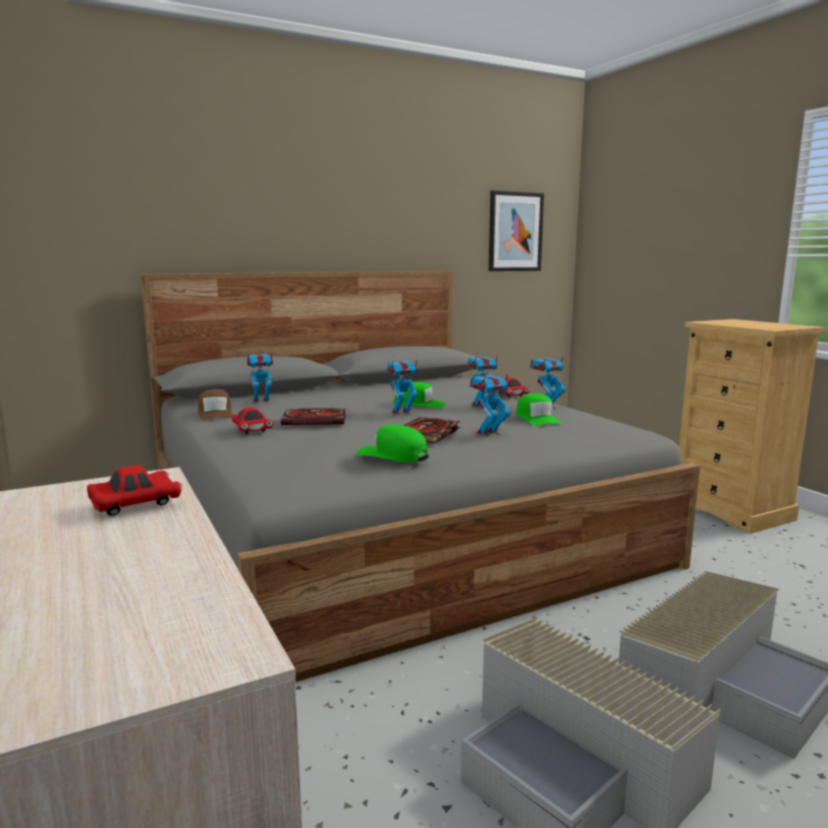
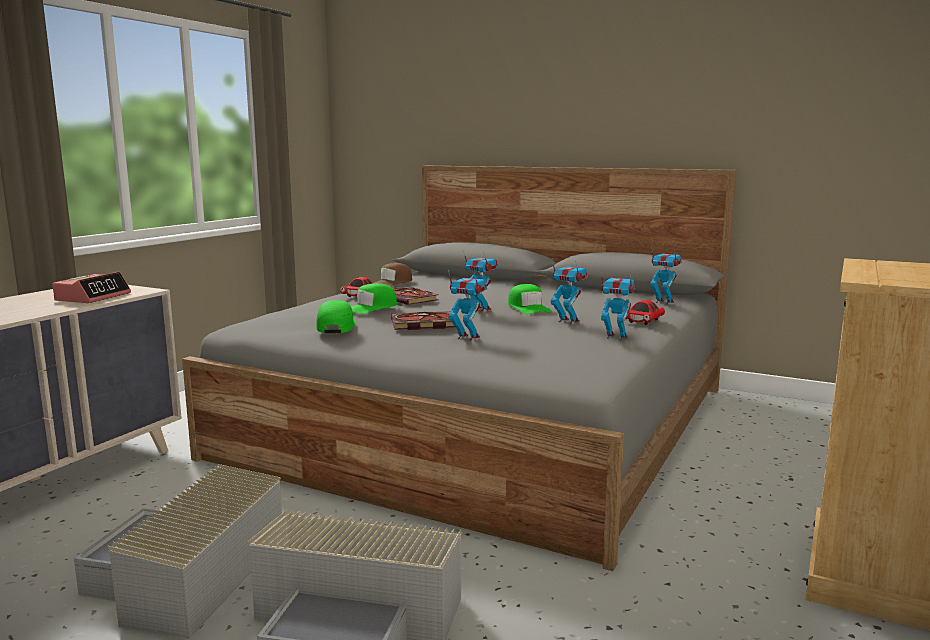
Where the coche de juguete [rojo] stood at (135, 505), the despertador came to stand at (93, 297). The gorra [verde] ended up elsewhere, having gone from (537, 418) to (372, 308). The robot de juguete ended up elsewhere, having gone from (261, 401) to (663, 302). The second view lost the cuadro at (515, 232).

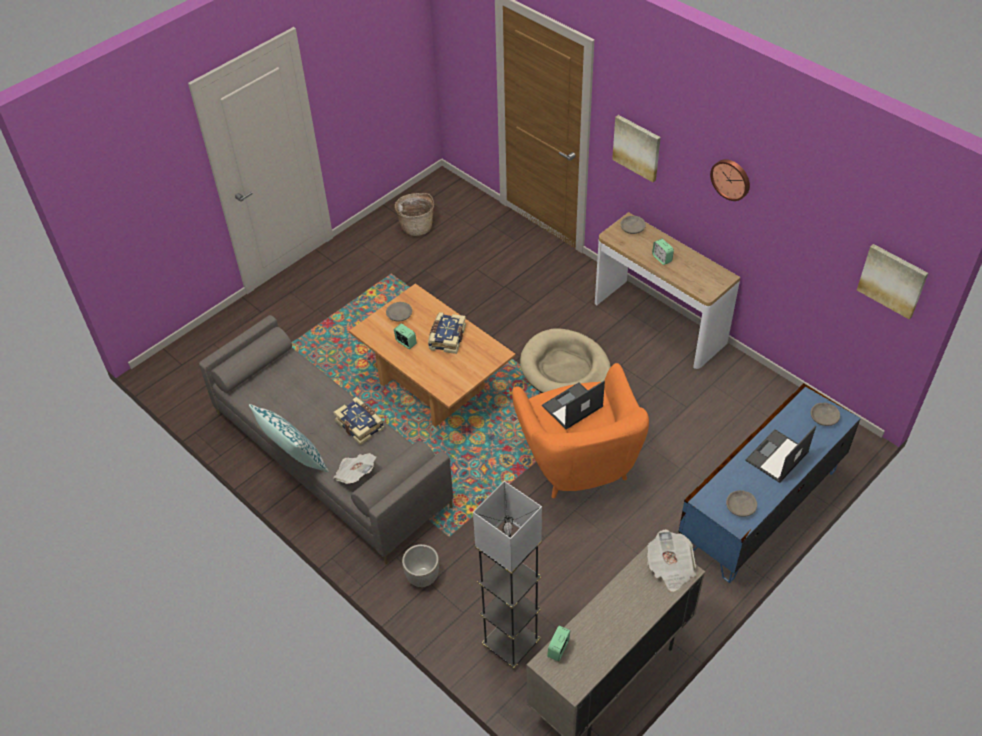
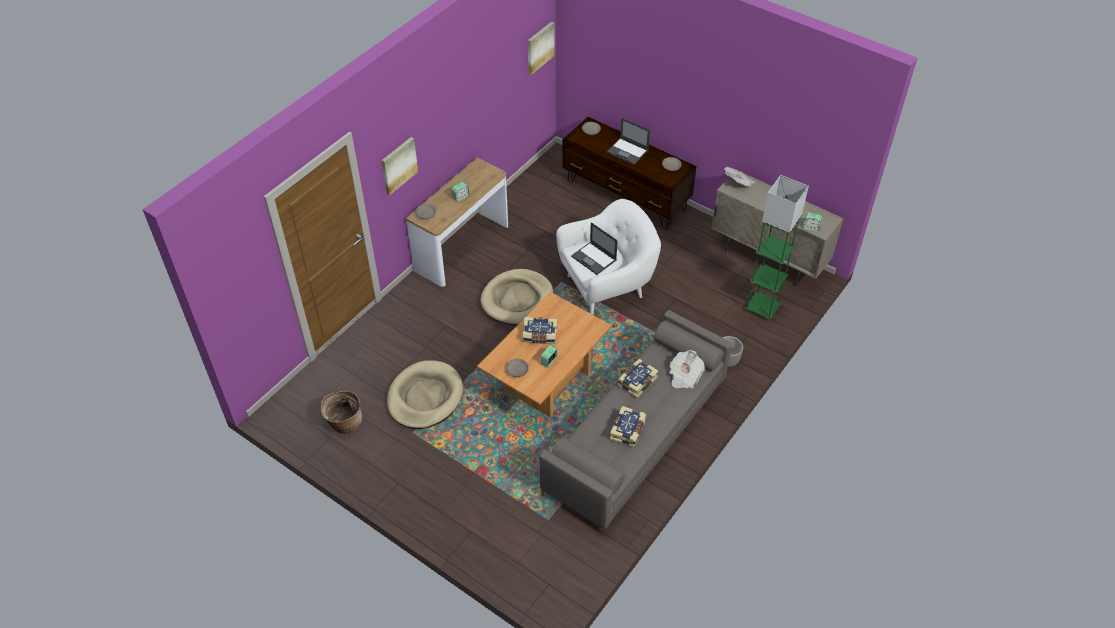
The second view gained the cama para perro [beis] at (425, 397). What was the sillón [naranja] at (578, 462) turned into the sillón [blanco] at (607, 285). What was the mueble de televisión [azul] at (760, 508) turned into the mueble de televisión [marrón] at (626, 195). The second view gained the libro at (628, 430). What was the lámpara de pie [gris] at (511, 644) turned into the lámpara de pie [verde] at (762, 308). The second view lost the cojín at (294, 459). The second view lost the reloj de pared at (731, 179).

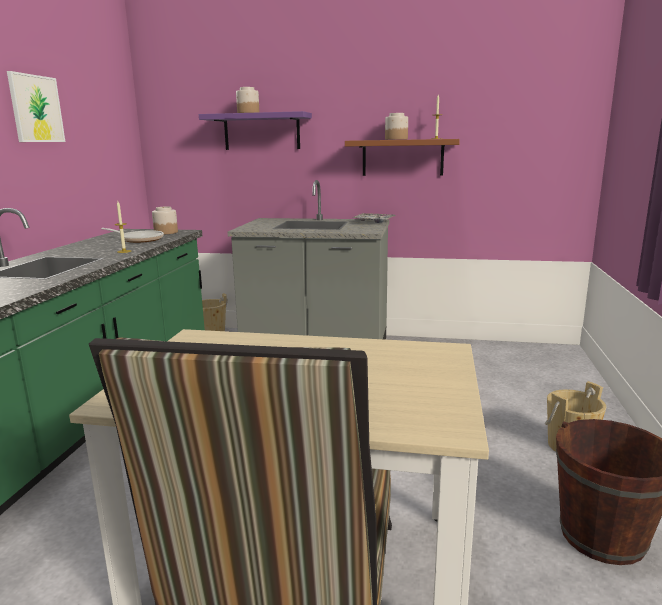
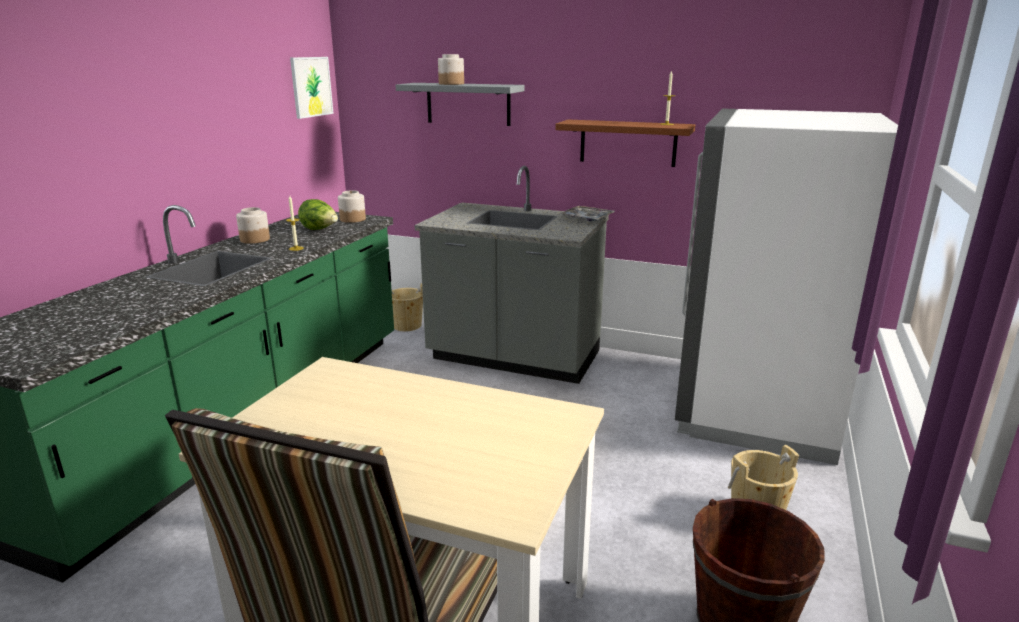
The tarro ended up elsewhere, having gone from (396, 139) to (254, 239). The cuadro ended up elsewhere, having gone from (36, 109) to (311, 87). Where the sartén stood at (139, 239), the lechuga came to stand at (320, 230). What was the estante [morado] at (261, 132) turned into the estante [gris] at (468, 104). The second view gained the nevera [blanco] at (754, 407).

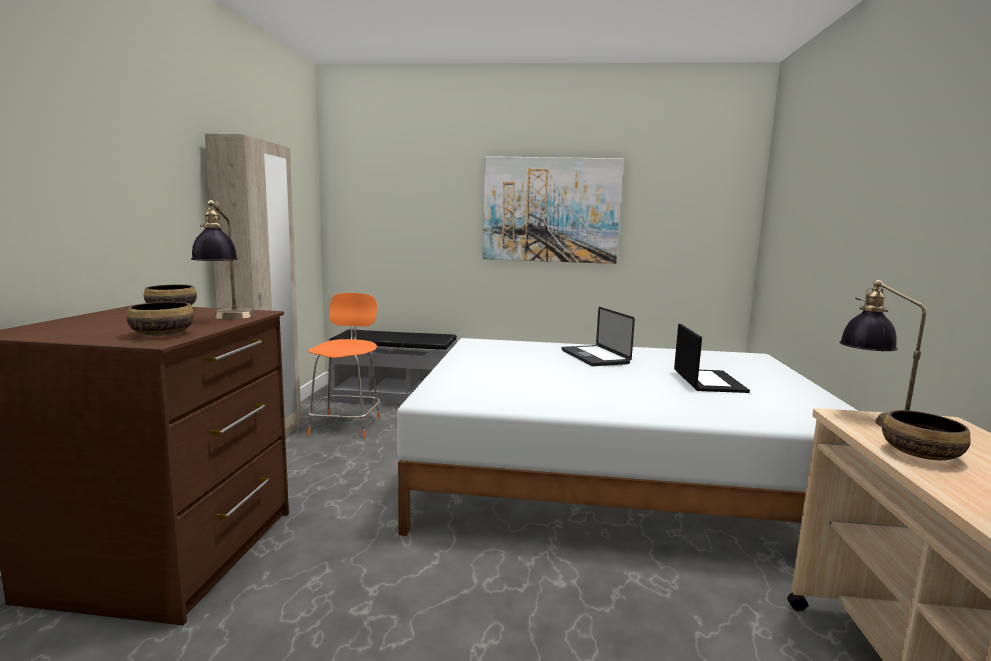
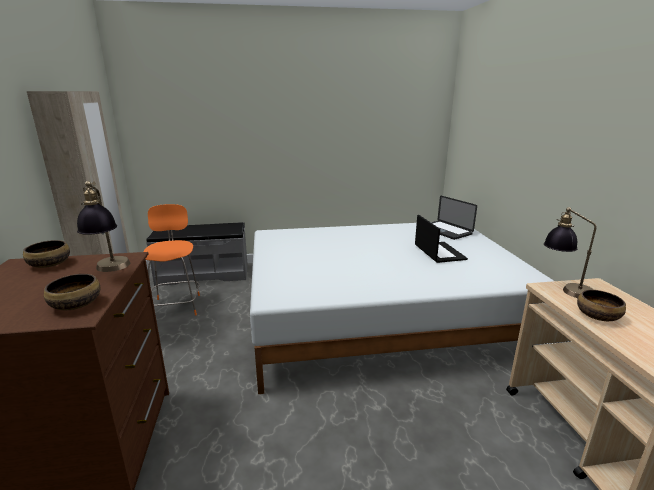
The portátil ended up elsewhere, having gone from (594, 357) to (445, 231). The second view lost the cuadro at (550, 210).

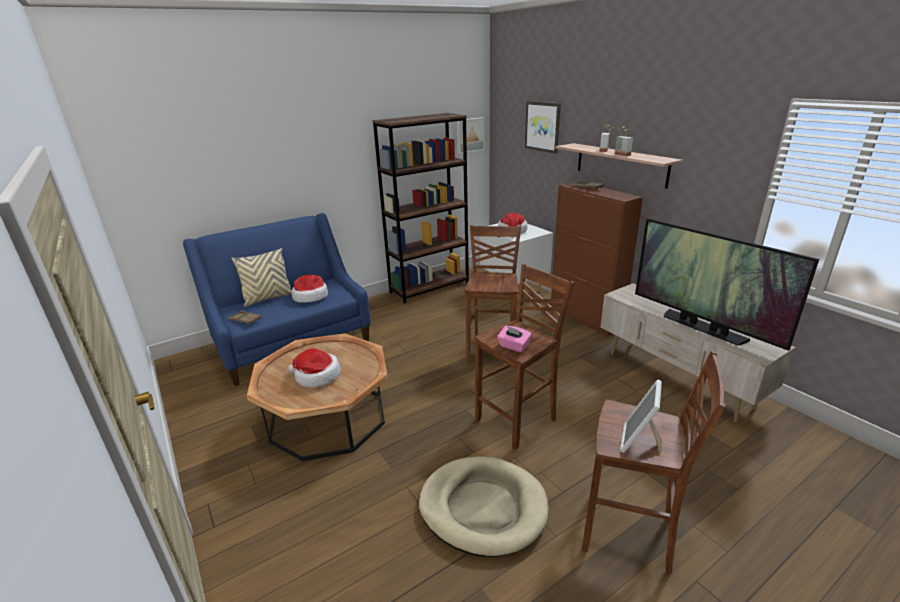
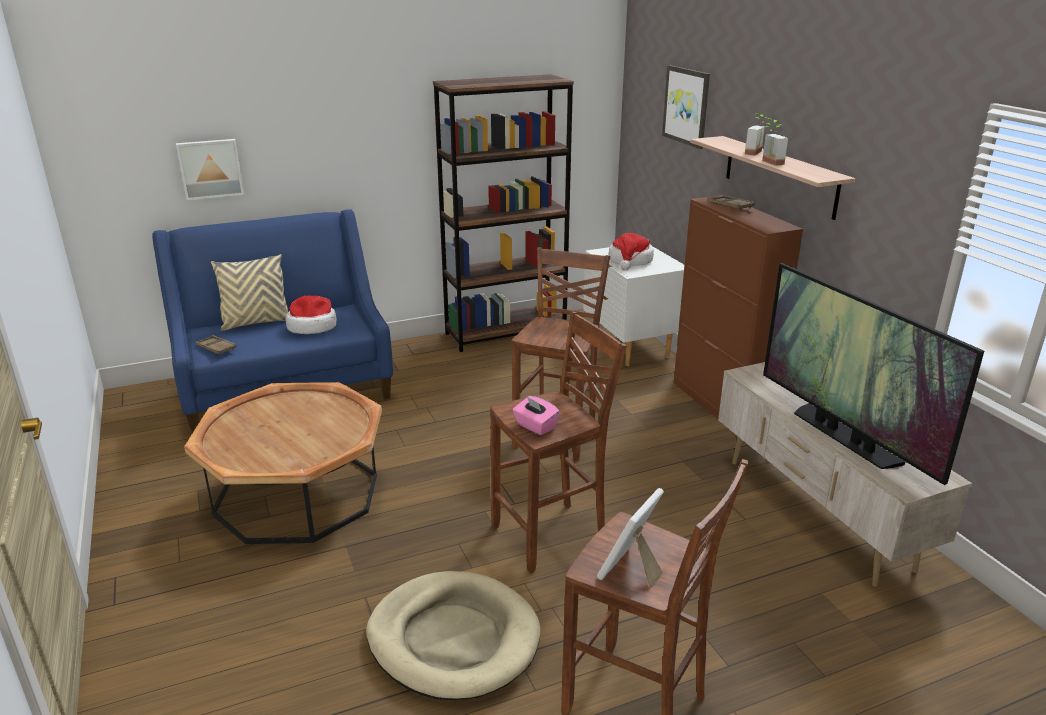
The cuadro ended up elsewhere, having gone from (470, 135) to (210, 168). The second view lost the sombrero at (316, 376).

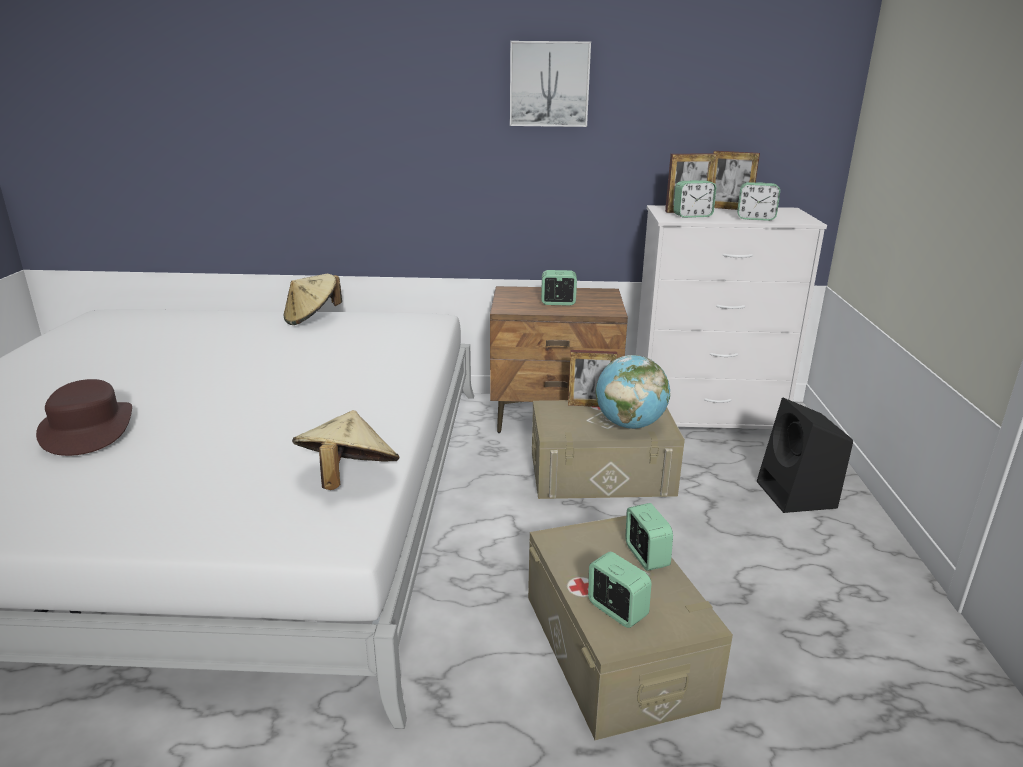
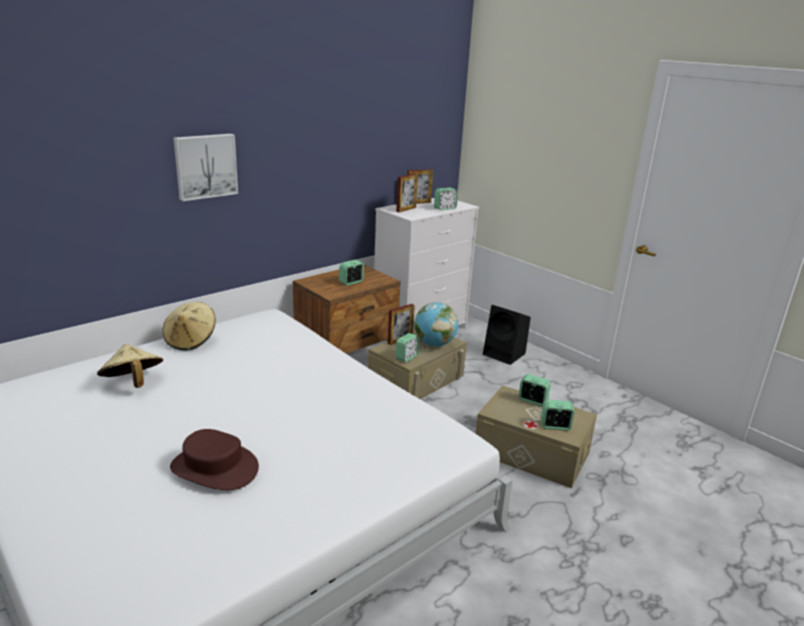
The sombrero [beis] ended up elsewhere, having gone from (348, 479) to (133, 383). The cuadro ended up elsewhere, having gone from (549, 84) to (205, 166). The despertador ended up elsewhere, having gone from (692, 216) to (406, 357).

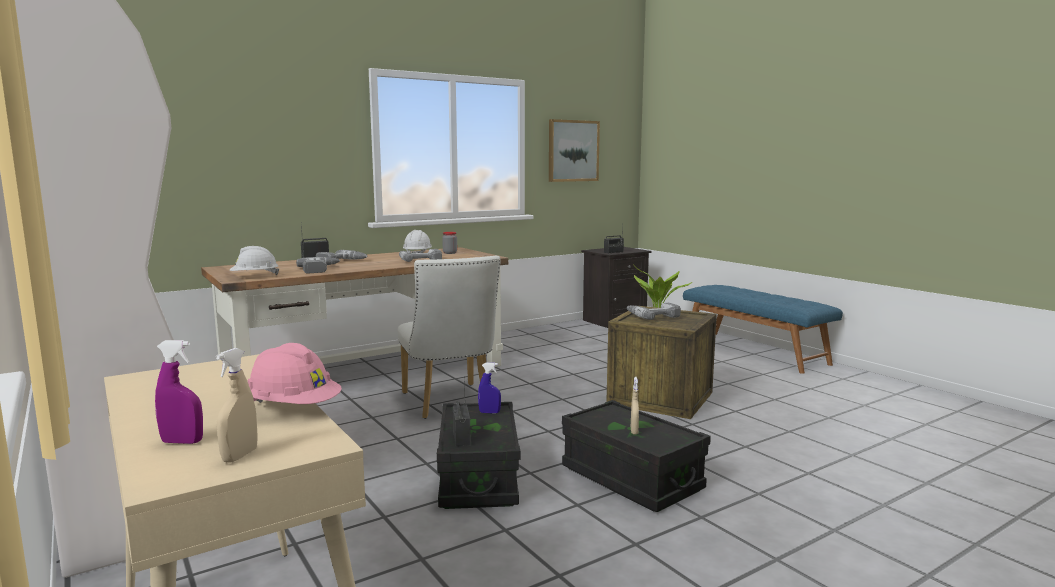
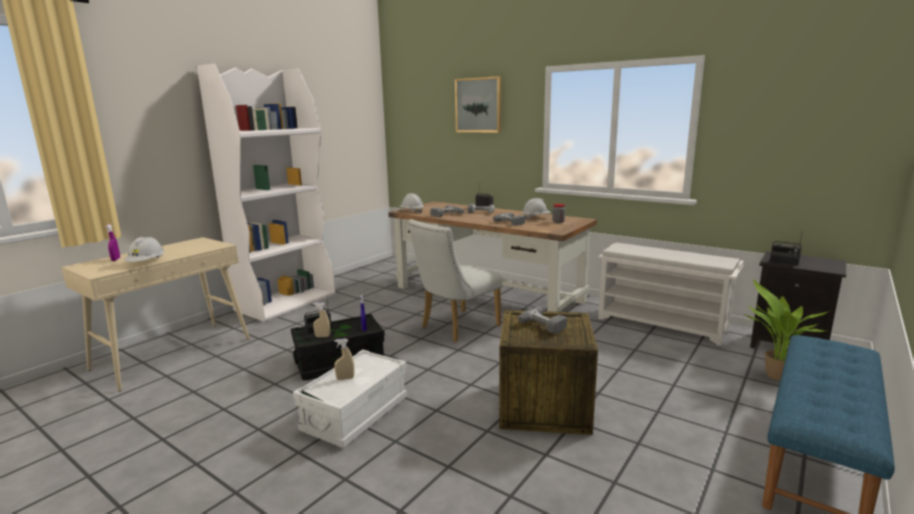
What was the casco [rosa] at (294, 408) turned into the casco [blanco] at (147, 263). What was the caja de almacenaje [negro] at (631, 478) turned into the caja de almacenaje [blanco] at (355, 414). The pulverizador [beis] ended up elsewhere, having gone from (240, 456) to (322, 336). The cuadro ended up elsewhere, having gone from (573, 151) to (478, 105). The second view gained the zapatero [blanco] at (662, 324).

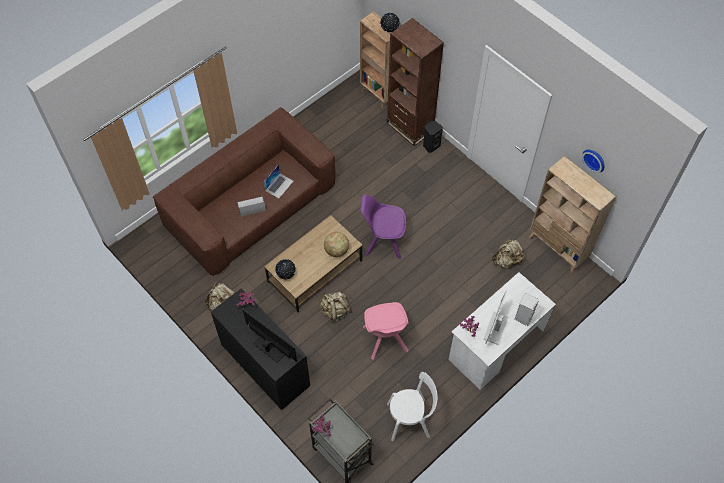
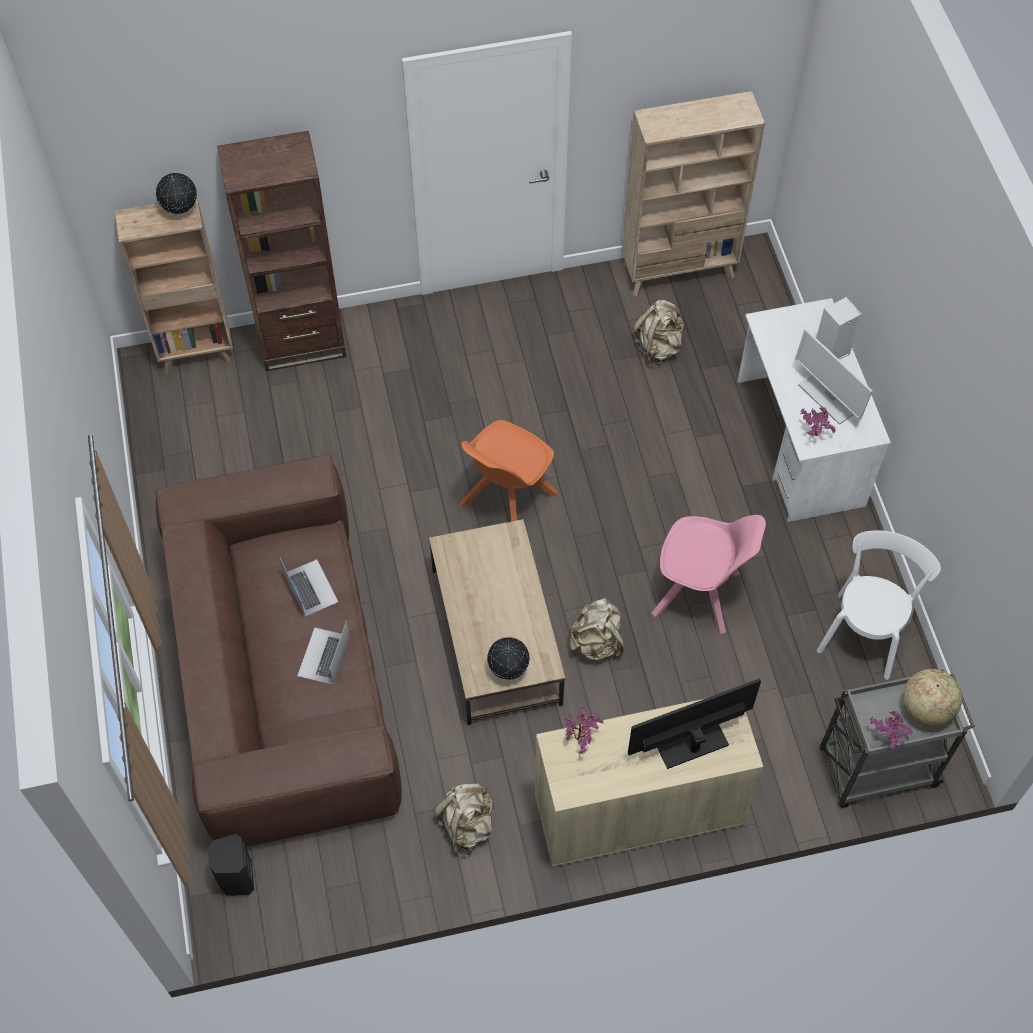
The altavoz [negro] ended up elsewhere, having gone from (431, 145) to (236, 878). What was the silla [morado] at (383, 241) turned into the silla [naranja] at (506, 500). What was the armario [negro] at (265, 365) turned into the armario [beis] at (637, 810). The globo terráqueo ended up elsewhere, having gone from (336, 250) to (926, 708). The second view lost the reloj de pared at (595, 159).

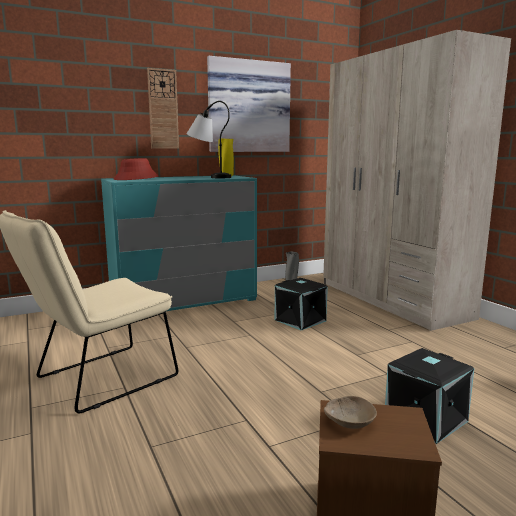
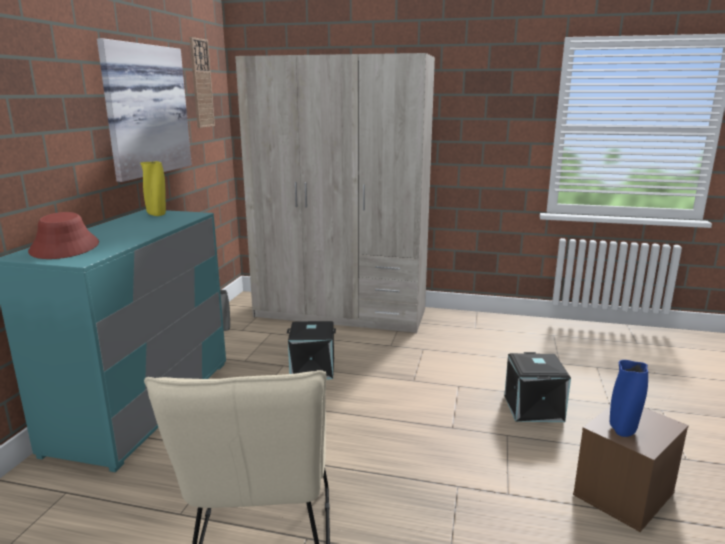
The reloj de pared ended up elsewhere, having gone from (163, 109) to (201, 83). Where the cuenco [beis] stood at (349, 421), the florero [azul] came to stand at (622, 431). The second view lost the lámpara de mesa at (209, 177).

